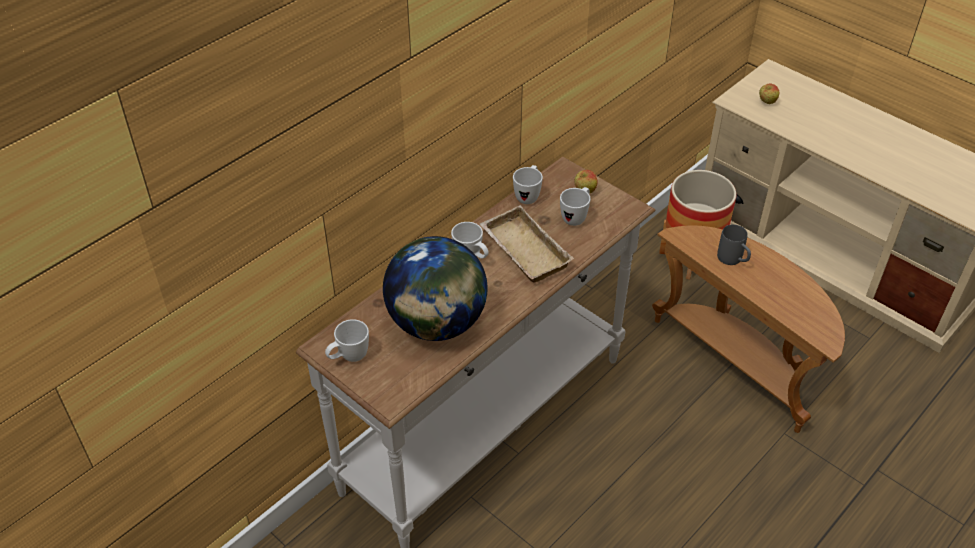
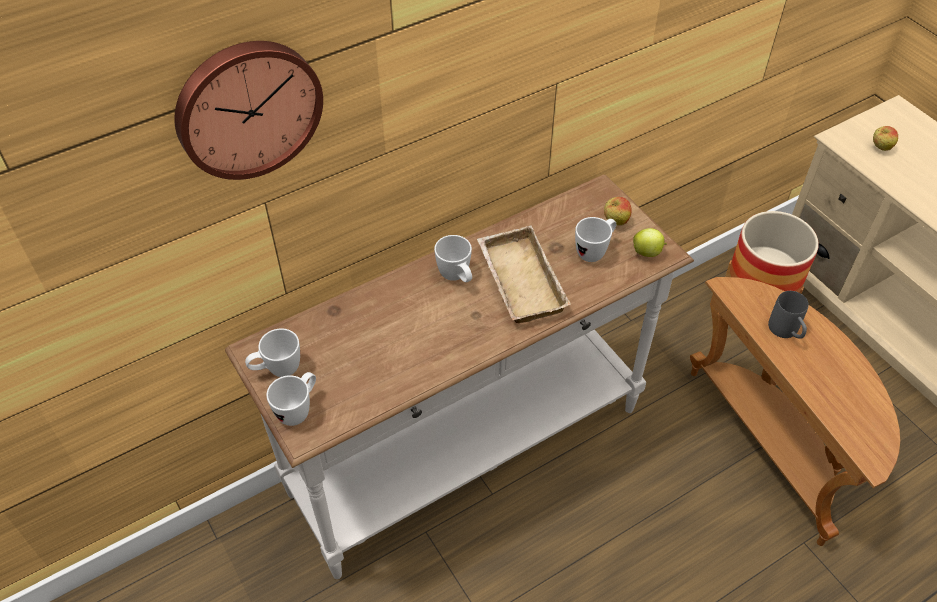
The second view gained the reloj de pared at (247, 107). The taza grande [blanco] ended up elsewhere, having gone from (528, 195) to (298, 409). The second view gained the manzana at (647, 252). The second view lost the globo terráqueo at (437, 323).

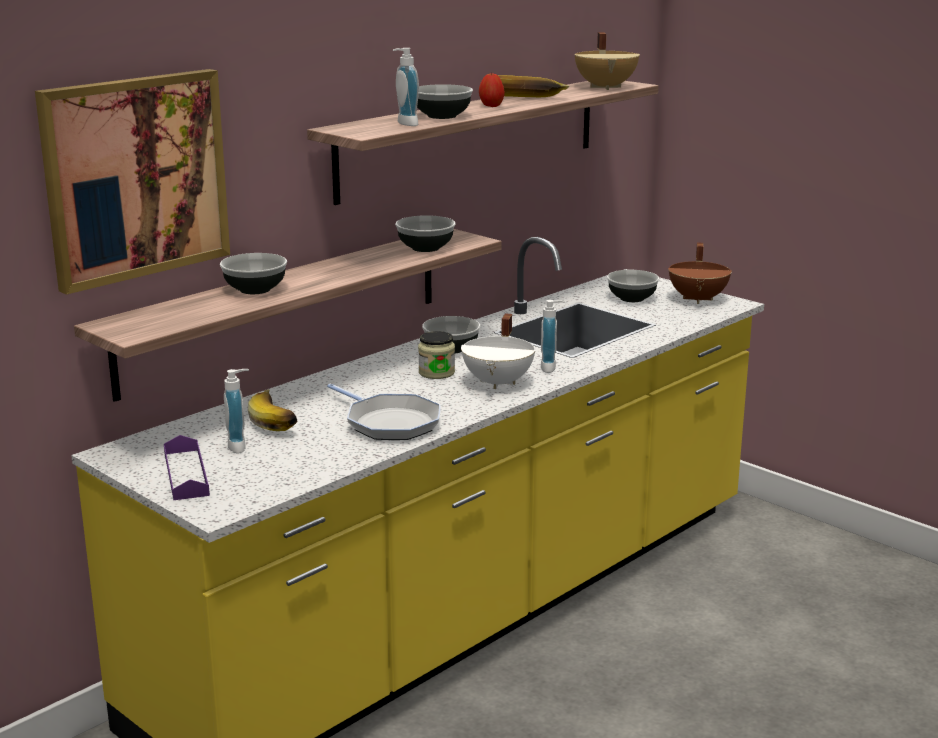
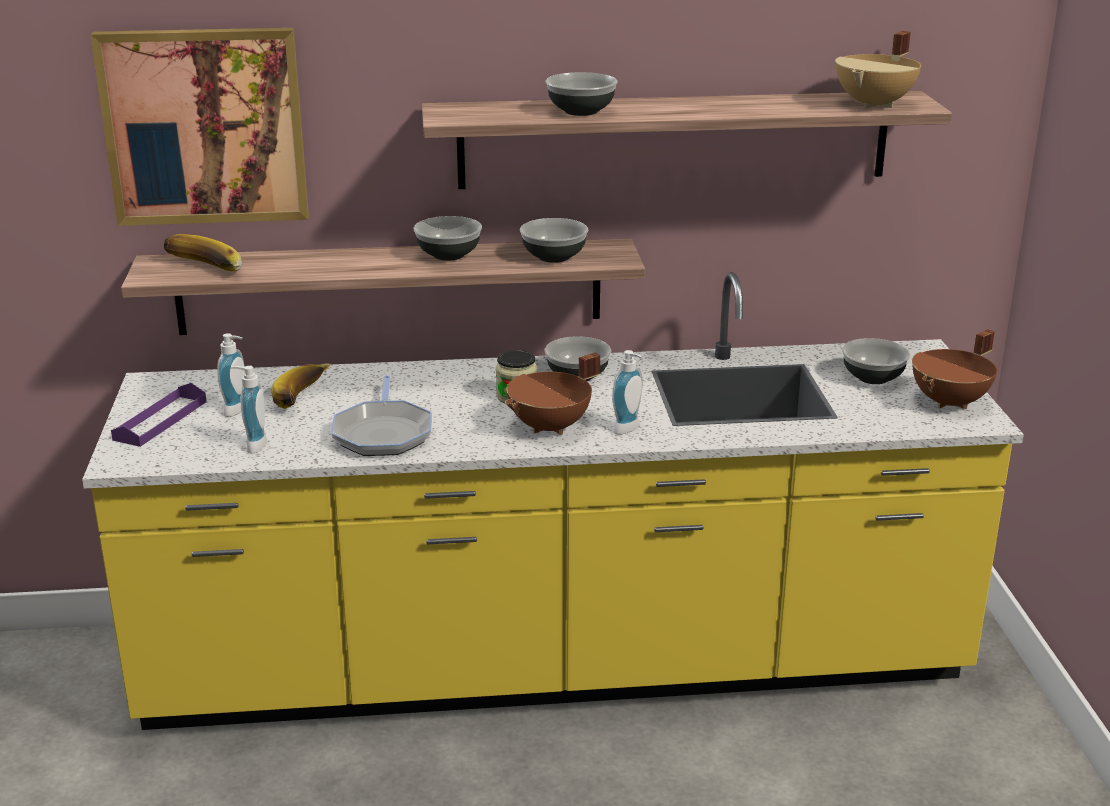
The plátano ended up elsewhere, having gone from (527, 99) to (203, 270). The dispensador de jabón ended up elsewhere, having gone from (404, 124) to (252, 445). The cuenco ended up elsewhere, having gone from (255, 289) to (448, 255). What was the olla [blanco] at (499, 382) turned into the olla [marrón] at (551, 427). The second view lost the manzana at (491, 106).

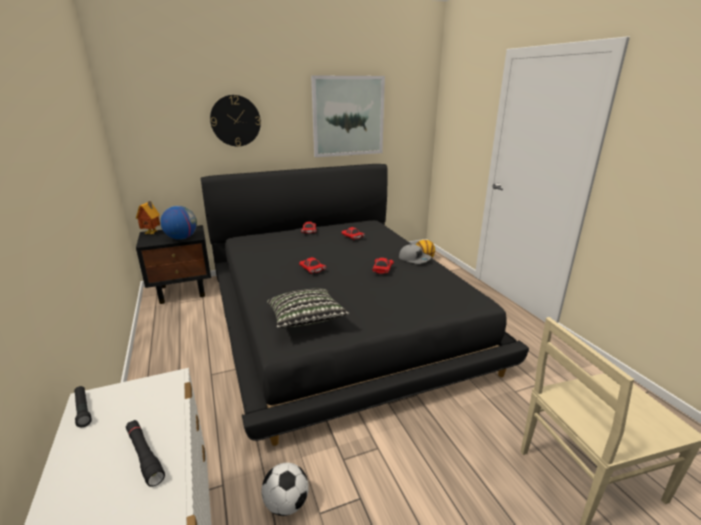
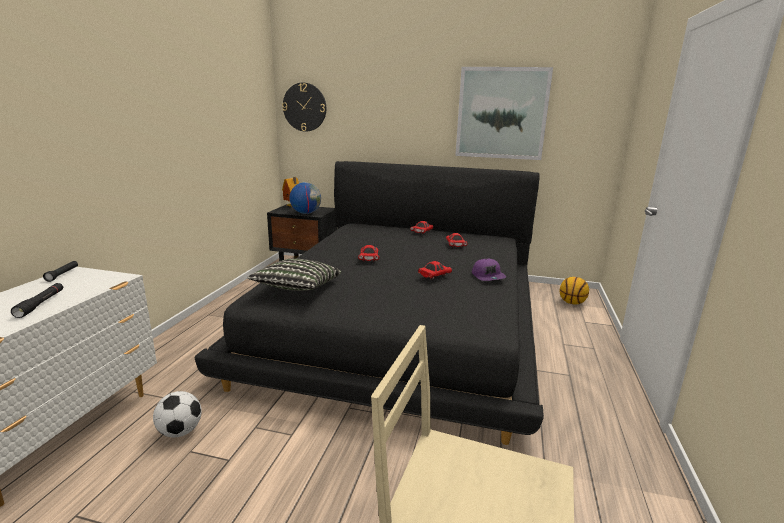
The reloj de pared ended up elsewhere, having gone from (235, 121) to (304, 107). What was the gorra [gris] at (414, 259) turned into the gorra [morado] at (488, 276).

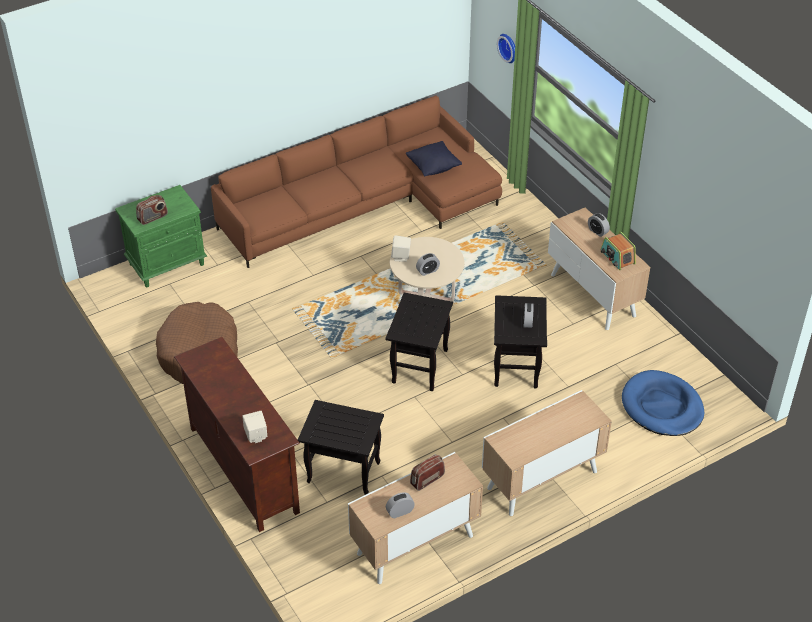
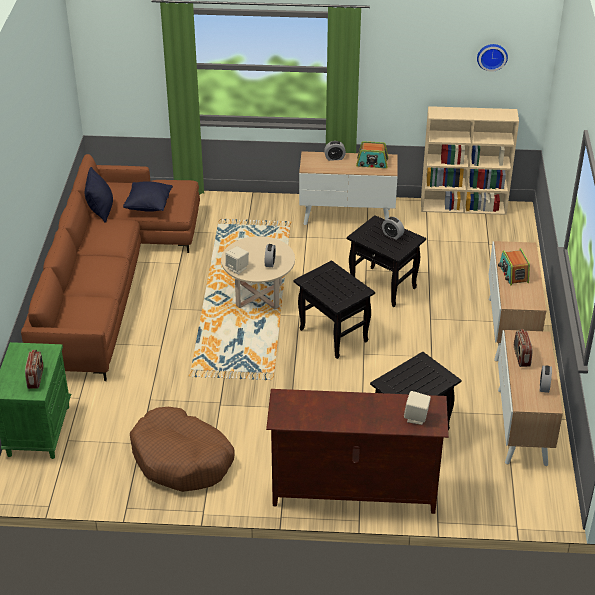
The second view gained the cojín [negro] at (101, 210). The second view gained the estantería [beis] at (464, 206). The reloj de pared ended up elsewhere, having gone from (509, 47) to (492, 56). The second view gained the radio at (513, 274). The second view lost the cama para perro [azul] at (662, 407).

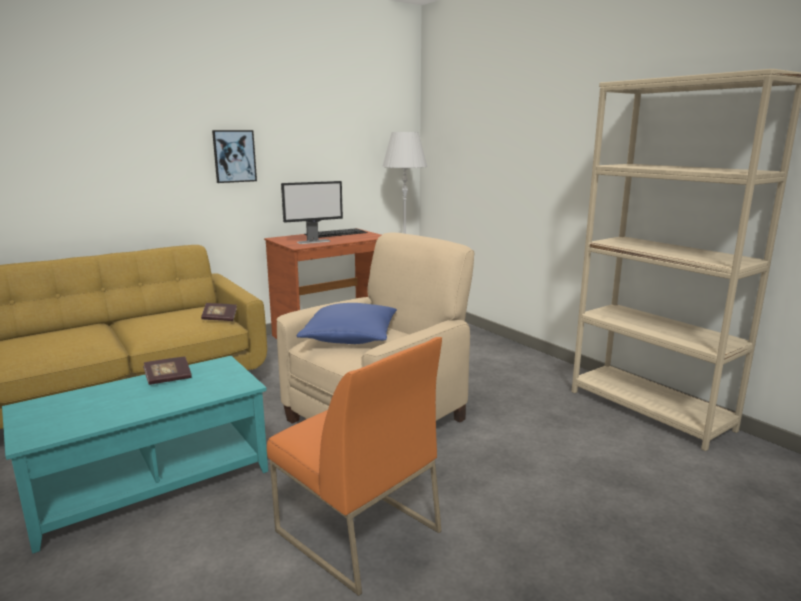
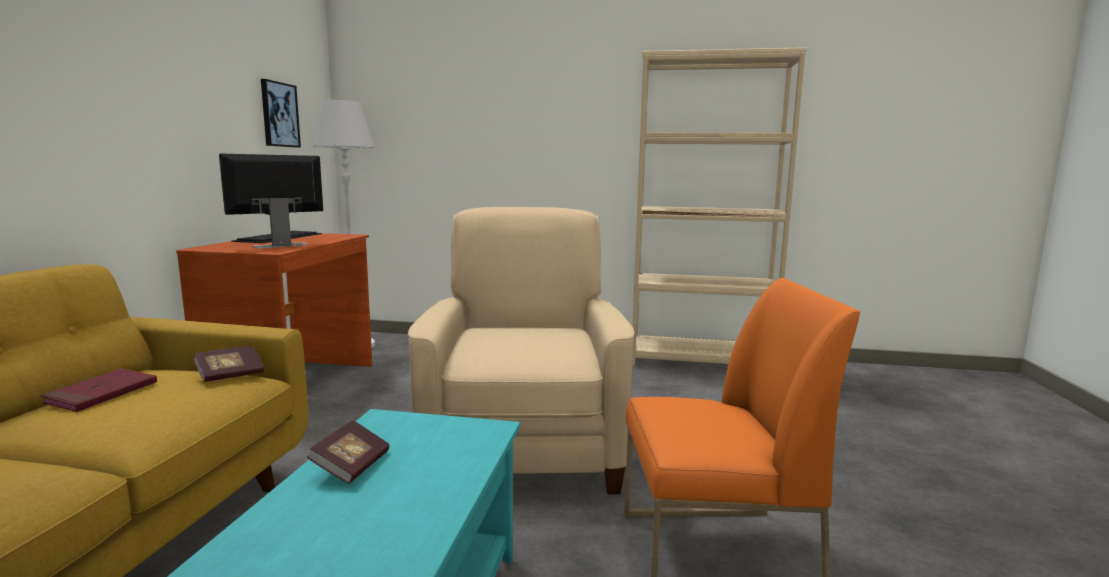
The second view gained the libro [rojo] at (102, 394). The monitor at (314, 241) ended up facing another way, 150 degrees counterclockwise from before. The cuadro ended up elsewhere, having gone from (234, 156) to (279, 114). The second view lost the cojín [azul] at (350, 338).

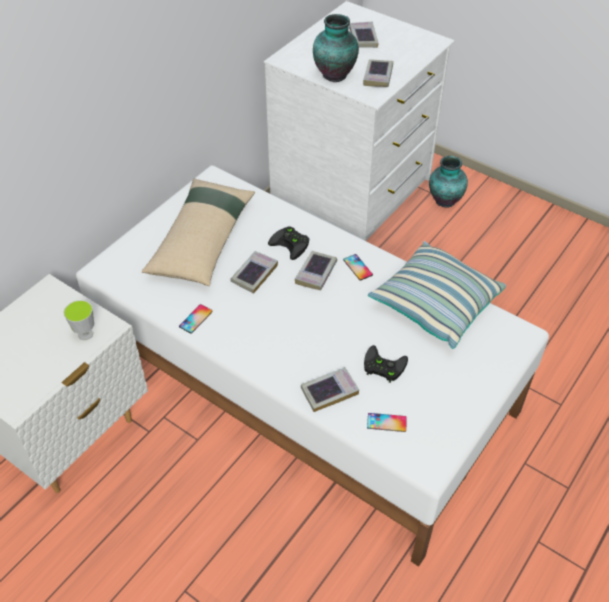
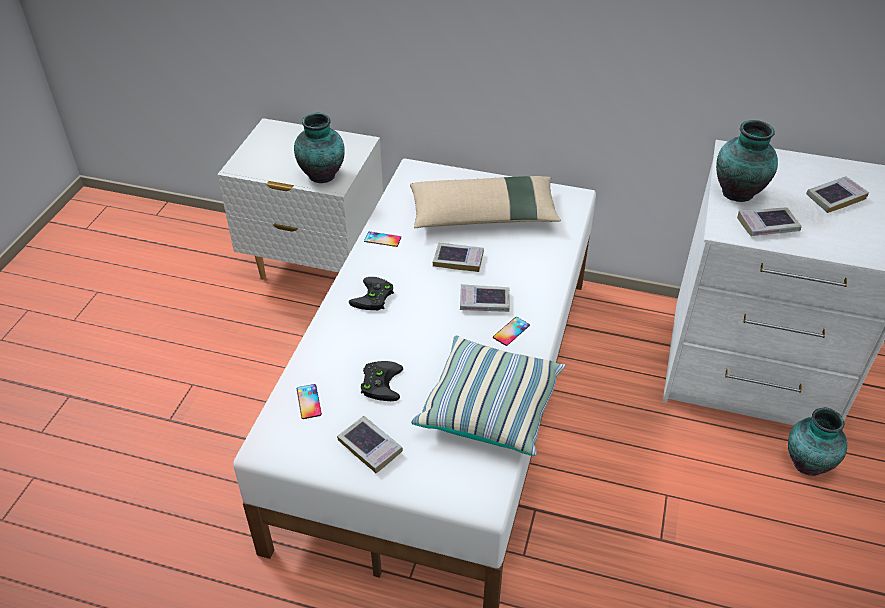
Where the taza stood at (85, 334), the florero came to stand at (322, 176). The libro ended up elsewhere, having gone from (329, 391) to (370, 447). The mando de consola [negro] ended up elsewhere, having gone from (292, 244) to (373, 298).

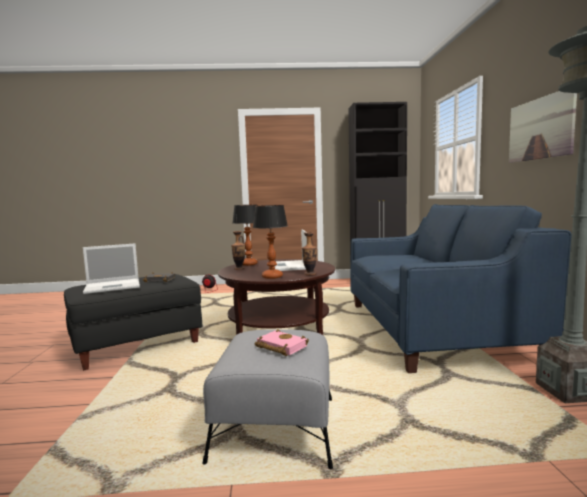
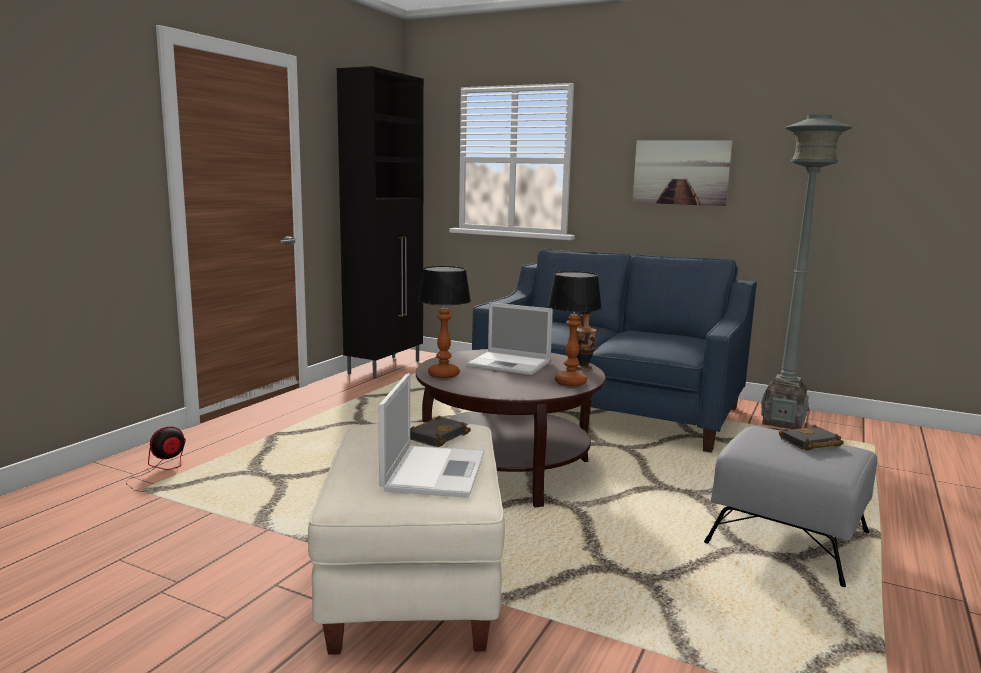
What was the puf [negro] at (137, 344) turned into the puf [beis] at (411, 582). What was the libro [rosa] at (279, 347) turned into the libro [negro] at (810, 443). The second view lost the florero at (239, 269).

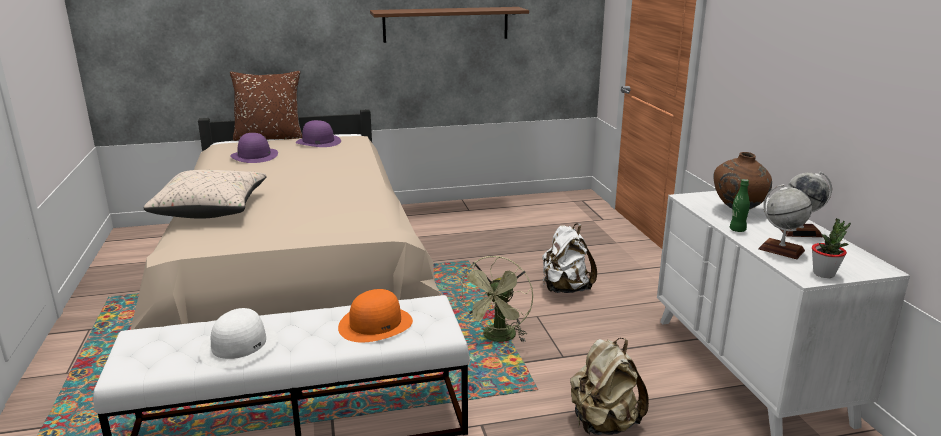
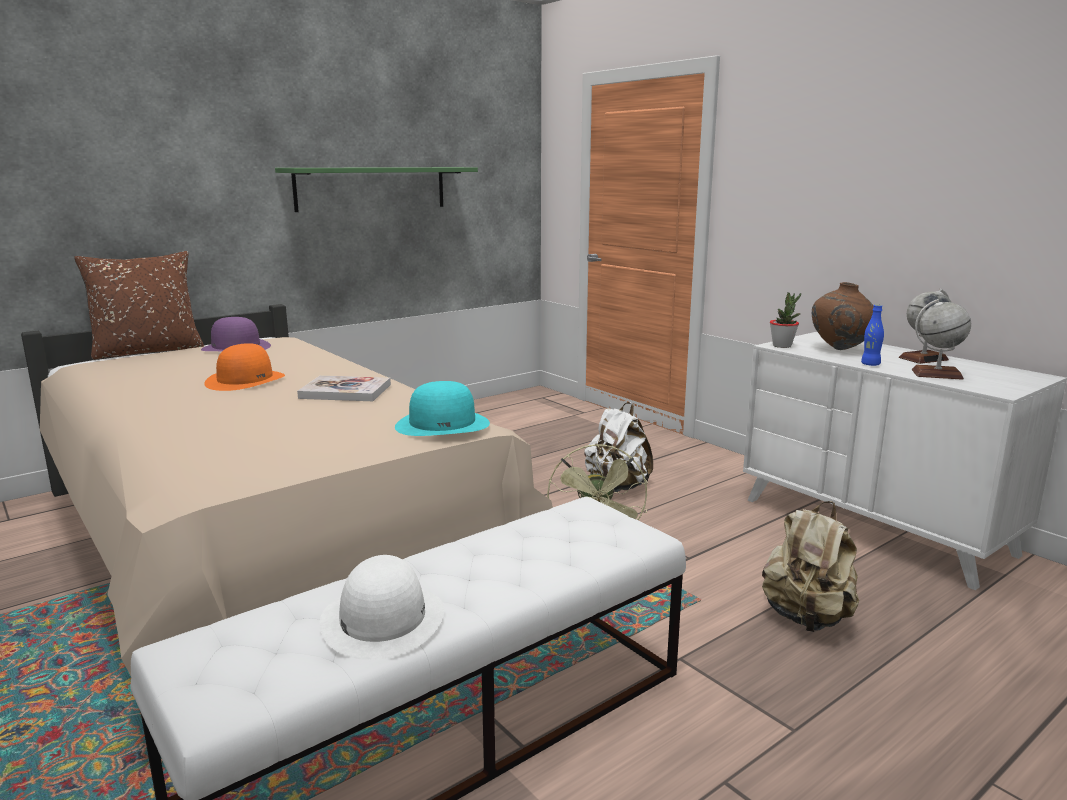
The sombrero [naranja] ended up elsewhere, having gone from (375, 324) to (245, 380). What was the estante [marrón] at (446, 24) turned into the estante [verde] at (372, 188). The second view gained the libro at (345, 391). The second view gained the sombrero [turquesa] at (443, 424). The planta en maceta ended up elsewhere, having gone from (824, 274) to (782, 346). What was the botella [verde] at (737, 230) turned into the botella [azul] at (870, 364). The second view lost the cojín [beis] at (211, 209). The second view lost the sombrero [morado] at (254, 156).

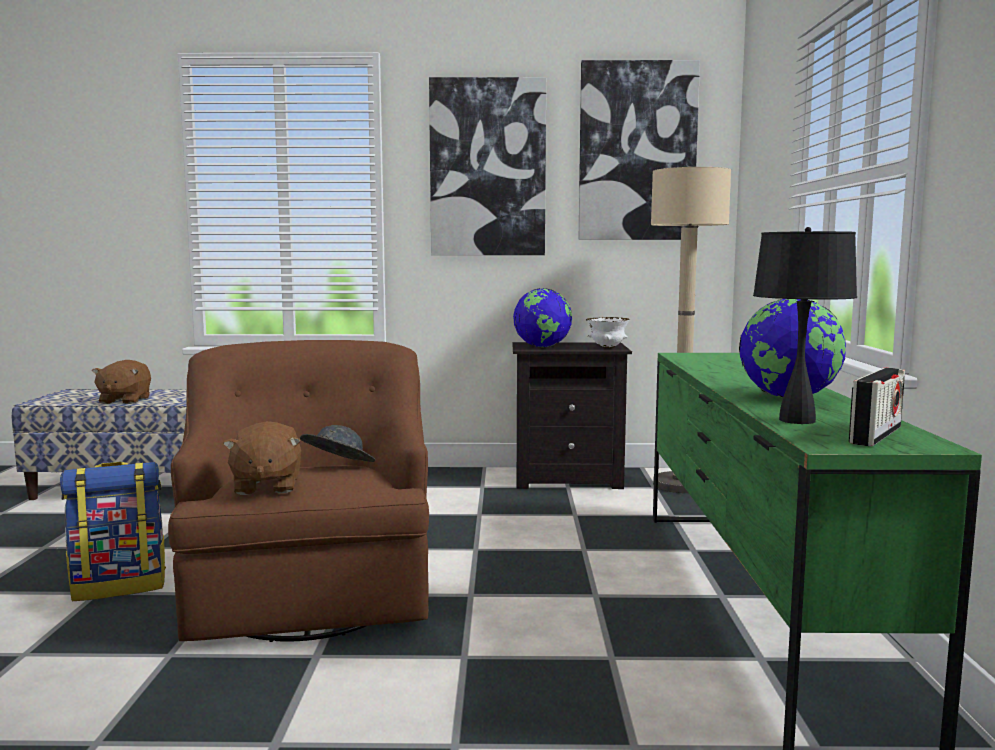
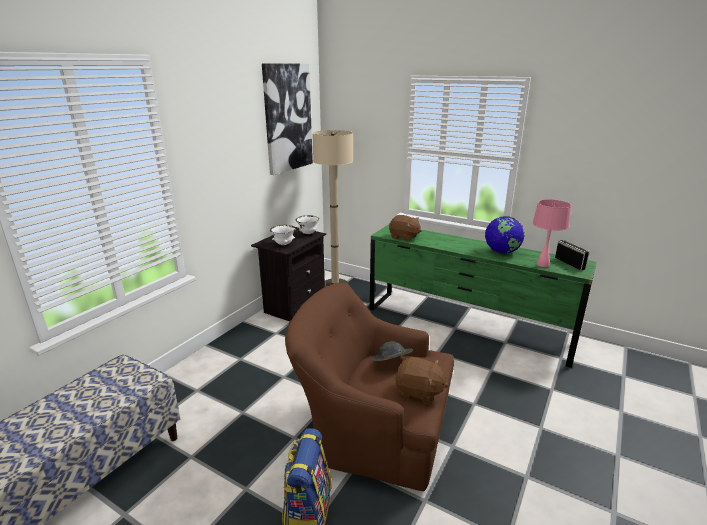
Where the globo terráqueo stood at (542, 347), the cuenco [blanco] came to stand at (284, 244). The peluche [marrón] ended up elsewhere, having gone from (124, 400) to (404, 237). What was the lámpara de mesa [negro] at (797, 420) turned into the lámpara de mesa [rosa] at (543, 264). The second view lost the cuadro at (487, 168).

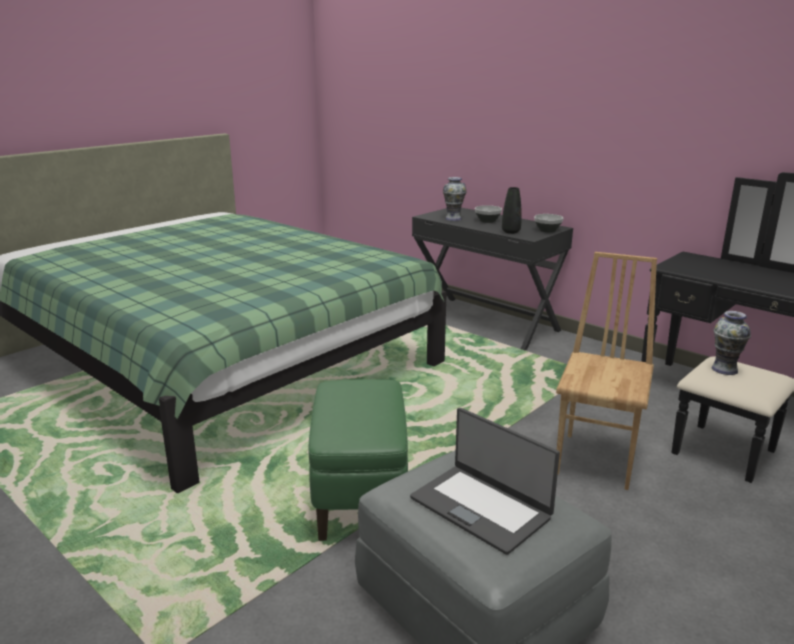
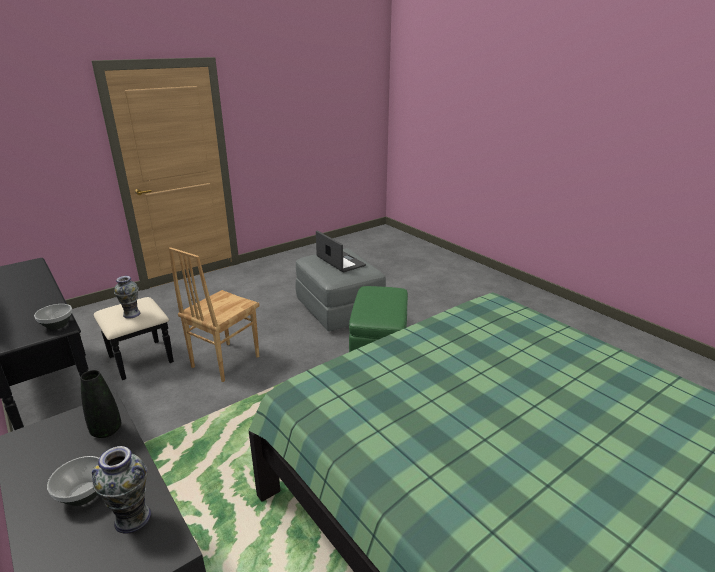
The cuenco ended up elsewhere, having gone from (547, 230) to (57, 325).

